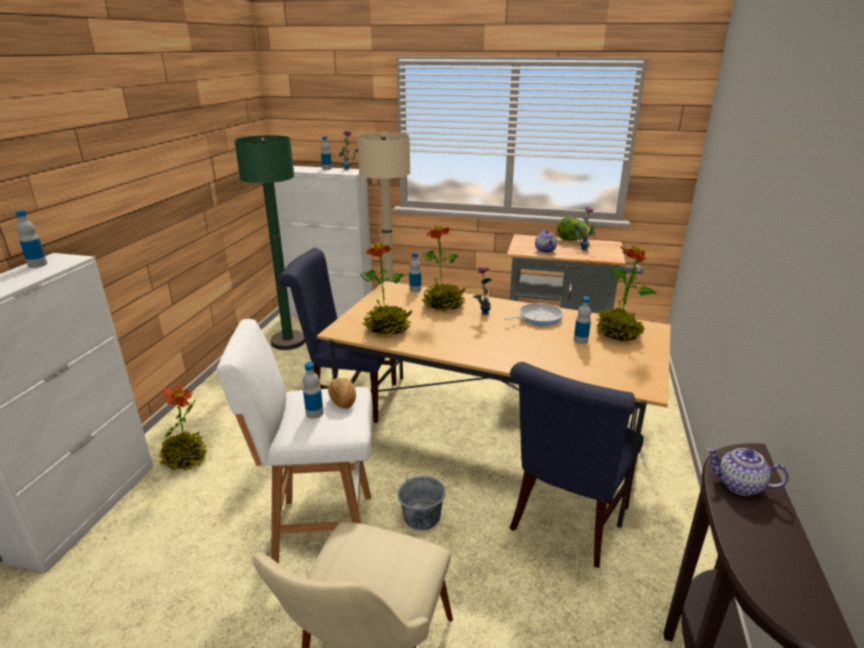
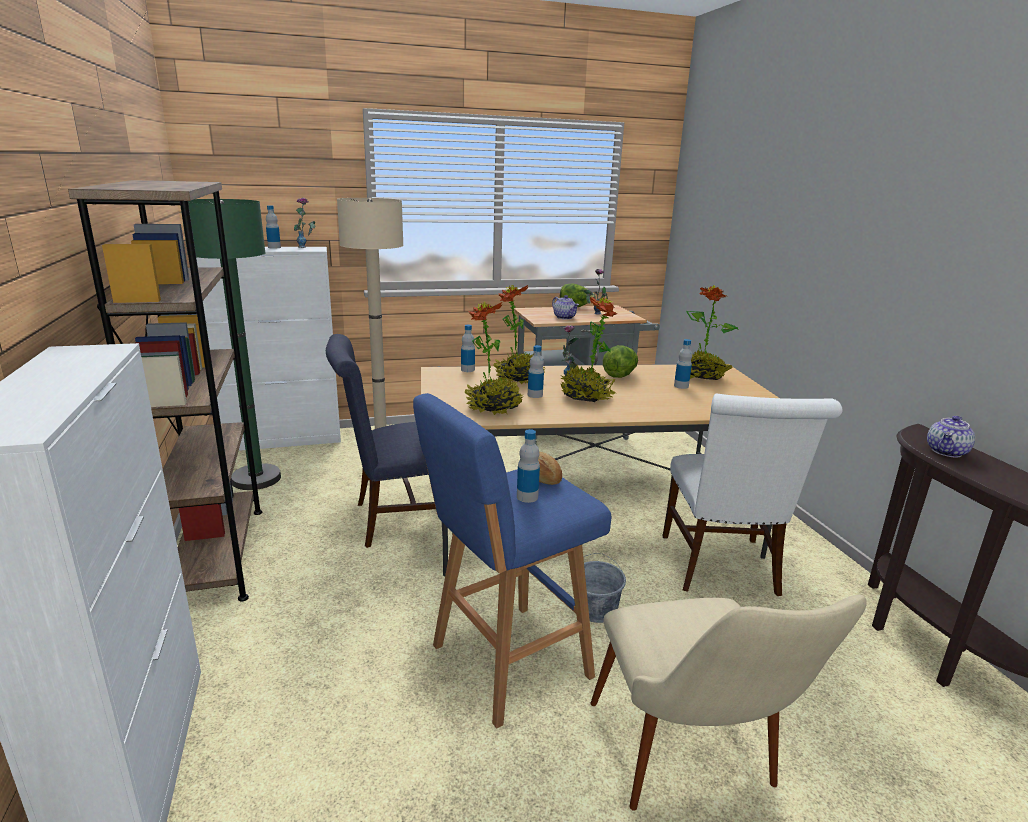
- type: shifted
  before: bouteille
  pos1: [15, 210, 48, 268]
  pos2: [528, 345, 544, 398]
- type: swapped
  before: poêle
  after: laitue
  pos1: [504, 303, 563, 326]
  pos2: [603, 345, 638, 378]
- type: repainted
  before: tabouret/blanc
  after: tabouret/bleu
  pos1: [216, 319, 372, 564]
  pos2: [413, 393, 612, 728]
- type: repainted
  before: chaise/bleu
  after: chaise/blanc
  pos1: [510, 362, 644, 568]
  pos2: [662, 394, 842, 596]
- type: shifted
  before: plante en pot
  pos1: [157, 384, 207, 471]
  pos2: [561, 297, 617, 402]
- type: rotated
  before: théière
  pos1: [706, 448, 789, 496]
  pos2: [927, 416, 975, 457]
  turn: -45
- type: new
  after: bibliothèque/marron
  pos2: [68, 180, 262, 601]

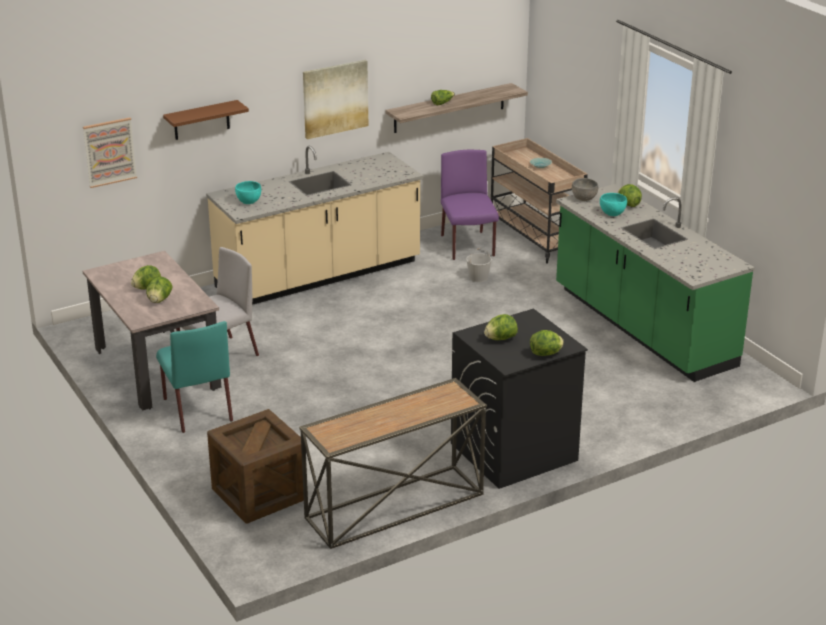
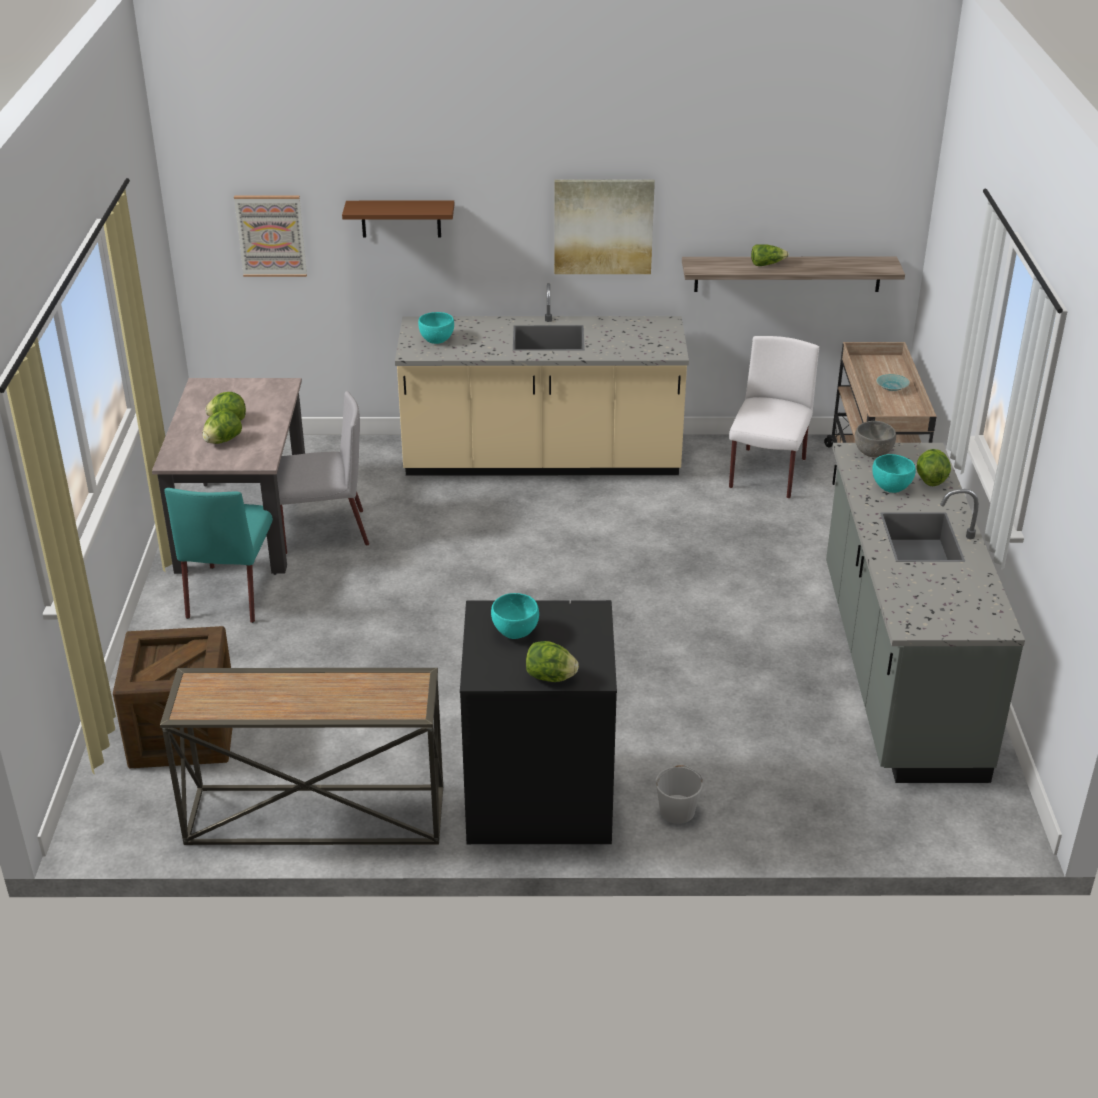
- type: repainted
  before: chaise/violet
  after: chaise/blanc
  pos1: [441, 150, 499, 260]
  pos2: [729, 336, 819, 499]
- type: repainted
  before: comptoir de cuisine/vert
  after: comptoir de cuisine/gris
  pos1: [556, 184, 755, 382]
  pos2: [826, 443, 1025, 783]
- type: shifted
  before: seau/blanc
  pos1: [466, 248, 492, 282]
  pos2: [655, 765, 703, 824]
- type: swapped
  before: laitue
  after: bol/turquoise
  pos1: [484, 314, 518, 340]
  pos2: [491, 593, 539, 639]

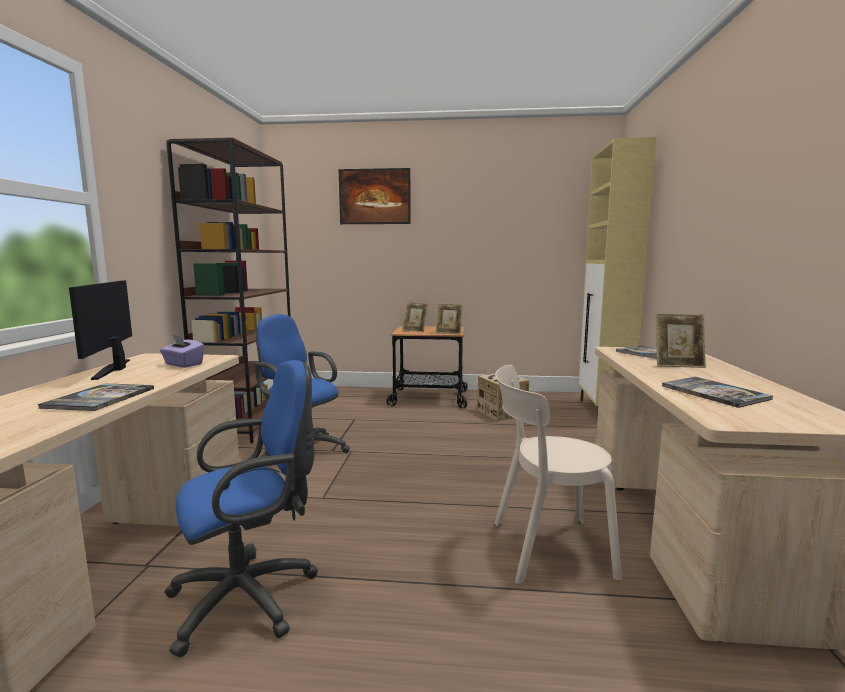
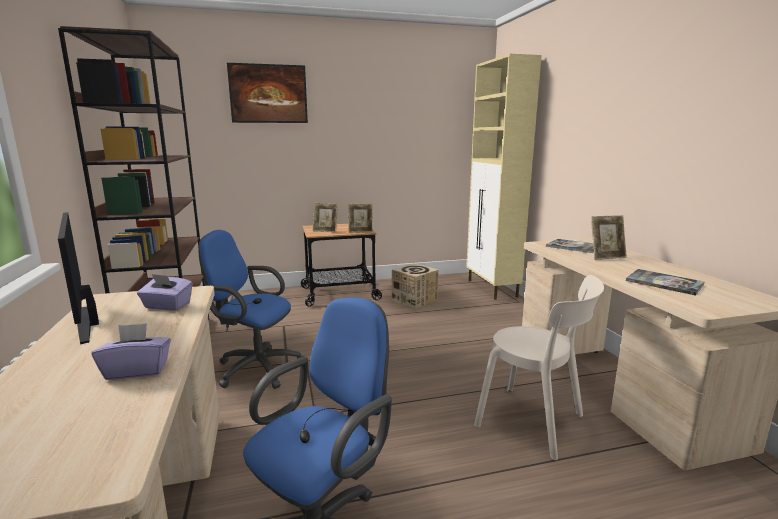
- type: rotated
  before: chaise/beige
  pos1: [495, 365, 622, 584]
  pos2: [474, 275, 604, 461]
  turn: -120
- type: swapped
  before: livre
  after: boîte à mouchoirs/violet
  pos1: [37, 383, 154, 411]
  pos2: [91, 323, 171, 380]

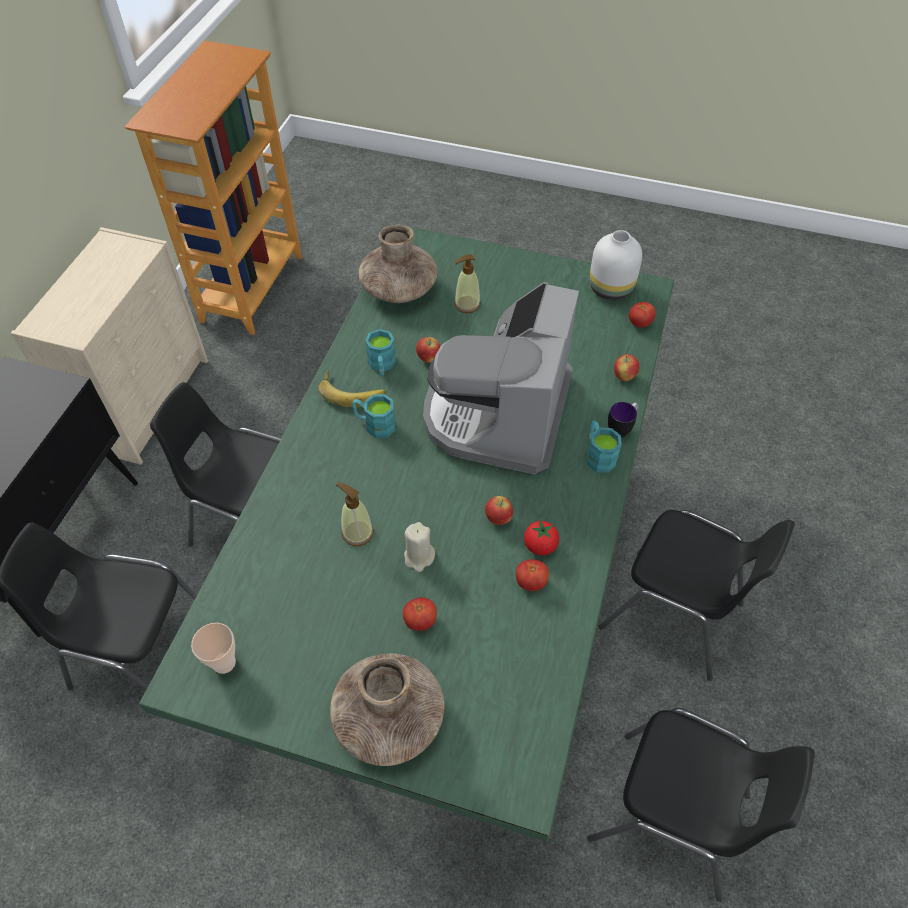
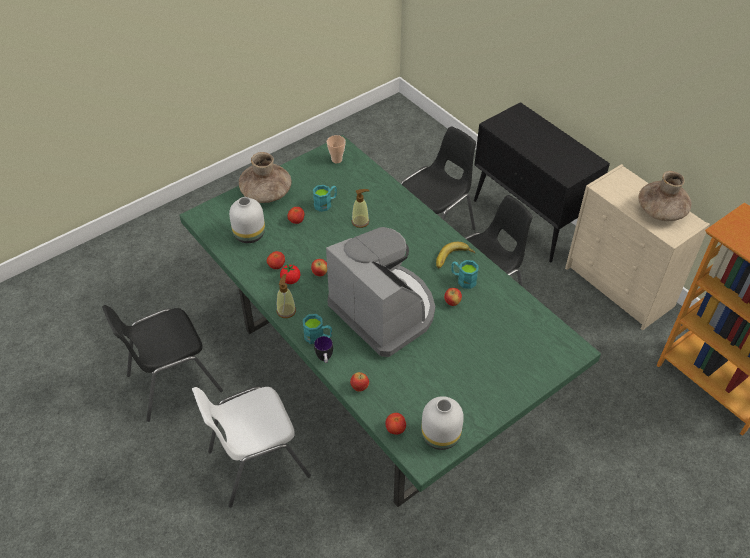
- type: shifted
  before: vase/marron
  pos1: [359, 225, 437, 303]
  pos2: [638, 171, 691, 221]
- type: shifted
  before: distributeur de savon
  pos1: [454, 254, 481, 313]
  pos2: [277, 274, 296, 318]
- type: shifted
  before: mug/turquoise
  pos1: [352, 394, 395, 438]
  pos2: [313, 185, 337, 212]
- type: repainted
  before: chaise/noir
  after: chaise/blanc
  pos1: [599, 510, 795, 681]
  pos2: [192, 386, 311, 507]
- type: gone
  before: bougie/beige
  pos1: [404, 522, 435, 572]
- type: new
  after: vase/blanc
  pos2: [229, 197, 265, 243]

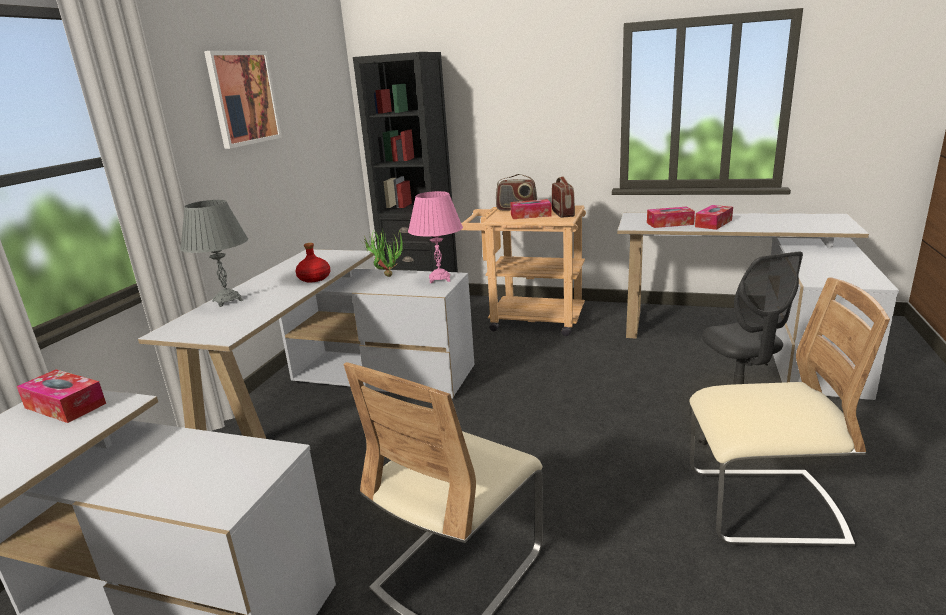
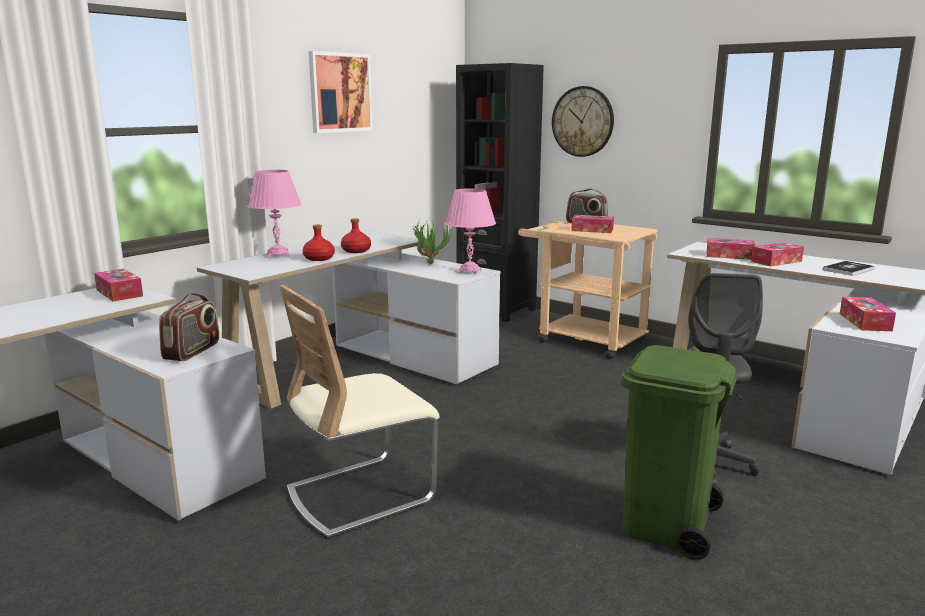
- type: shifted
  before: radio
  pos1: [552, 176, 575, 218]
  pos2: [159, 293, 219, 361]
- type: repainted
  before: lampe de table/gris
  after: lampe de table/rose
  pos1: [180, 200, 248, 307]
  pos2: [247, 170, 302, 258]
- type: swapped
  before: chaise/beige
  after: poubelle/vert
  pos1: [689, 277, 890, 547]
  pos2: [621, 345, 737, 560]
- type: new
  after: horloge murale
  pos2: [552, 86, 614, 157]
- type: new
  after: bouteille/rouge
  pos2: [303, 225, 335, 261]
- type: new
  after: livre
  pos2: [823, 261, 875, 276]
- type: new
  after: boîte à mouchoirs
  pos2: [840, 297, 896, 331]

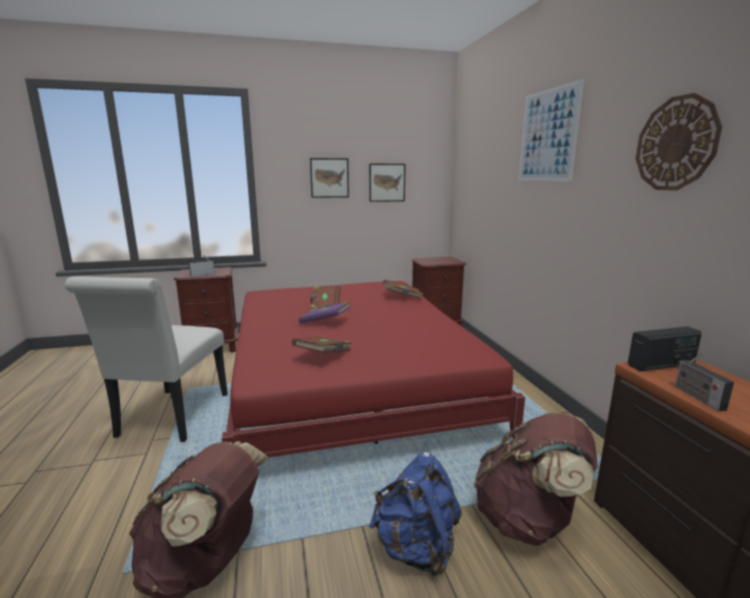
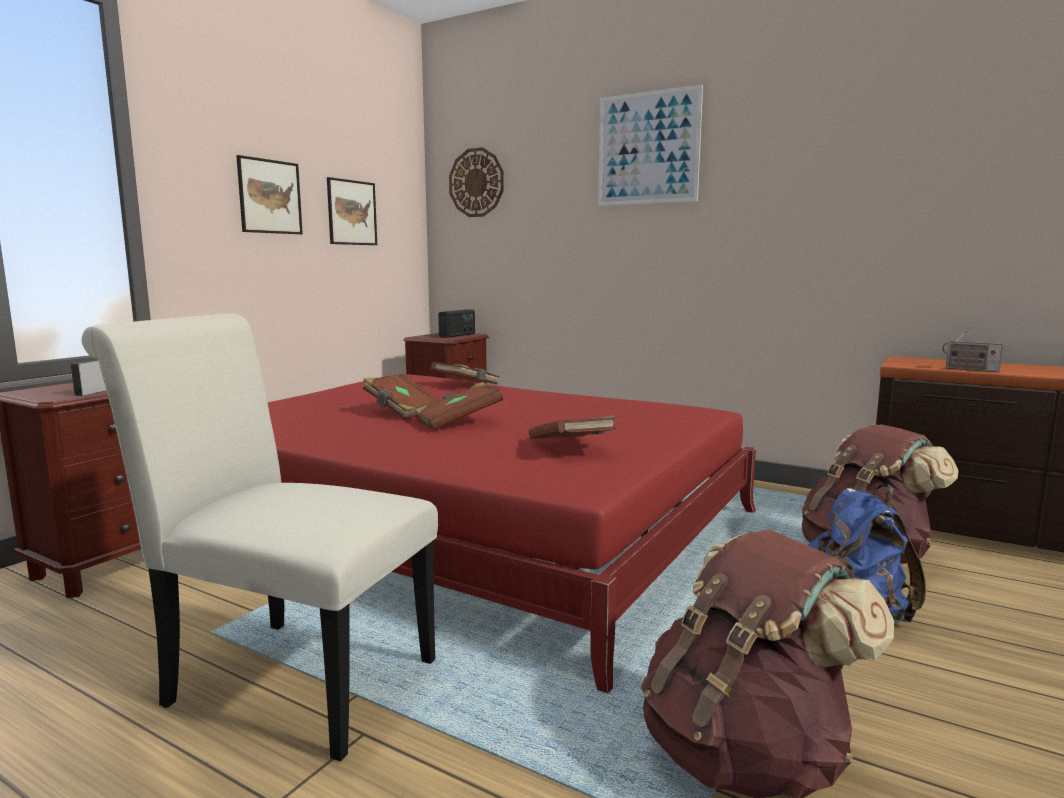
- type: shifted
  before: horloge murale
  pos1: [636, 93, 722, 191]
  pos2: [449, 147, 504, 217]
- type: rotated
  before: chaise/blanc
  pos1: [65, 276, 228, 442]
  pos2: [82, 313, 438, 761]
  turn: 150
- type: repainted
  before: livre/violet
  after: livre/marron
  pos1: [298, 301, 351, 323]
  pos2: [414, 382, 503, 430]
- type: shifted
  before: radio
  pos1: [628, 326, 702, 371]
  pos2: [438, 309, 475, 338]

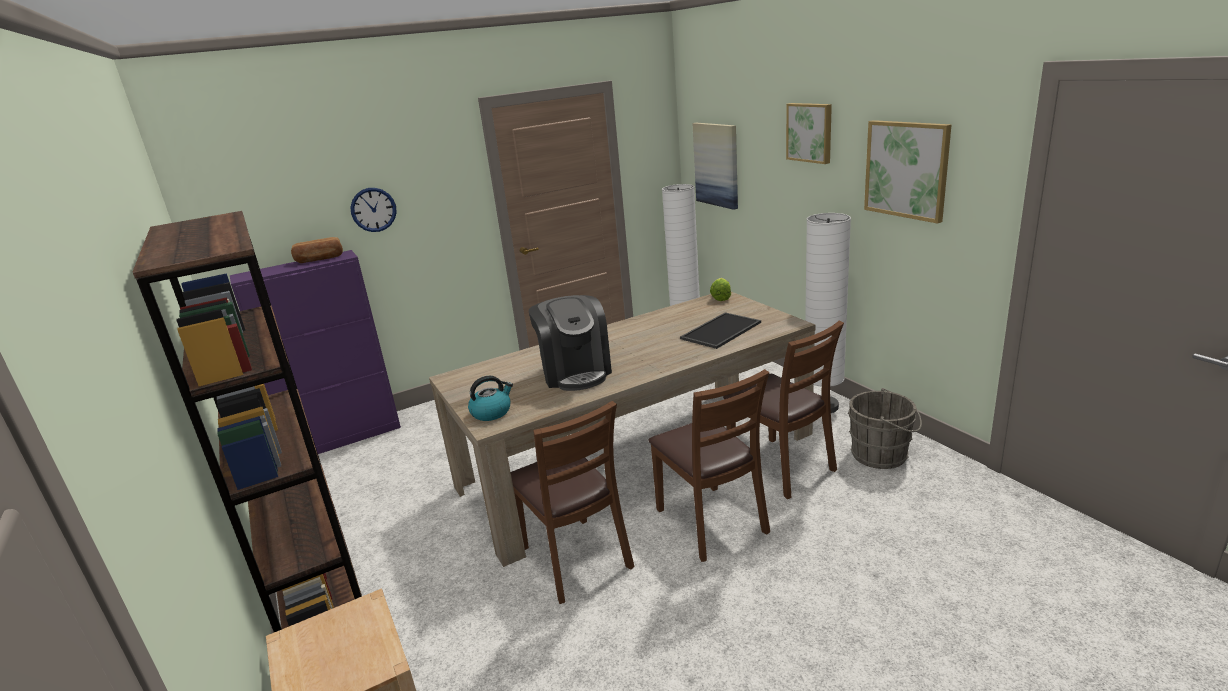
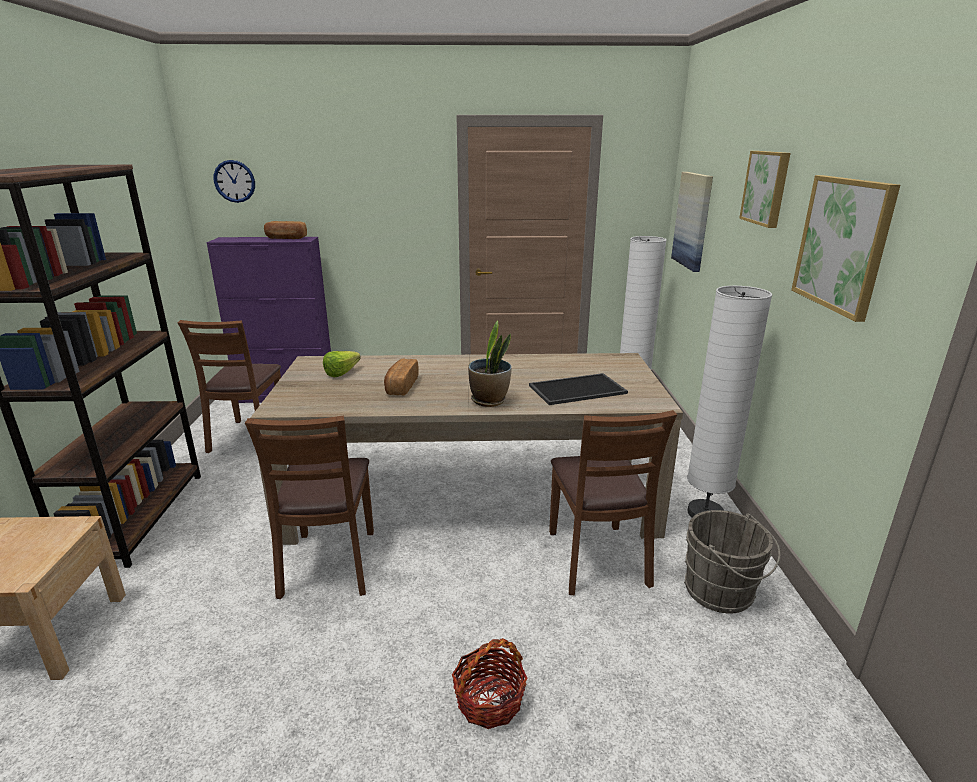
- type: shifted
  before: horloge murale
  pos1: [350, 188, 397, 232]
  pos2: [214, 160, 255, 203]
- type: shifted
  before: laitue
  pos1: [710, 278, 731, 301]
  pos2: [323, 351, 361, 377]
- type: swapped
  before: machine à café
  after: pain
  pos1: [529, 295, 612, 391]
  pos2: [384, 359, 419, 396]
- type: shifted
  before: chaise/marron
  pos1: [648, 369, 770, 562]
  pos2: [178, 320, 281, 453]
- type: gone
  before: bouilloire
  pos1: [468, 376, 513, 421]
- type: new
  after: plante en pot
  pos2: [468, 320, 512, 407]
- type: new
  after: panier
  pos2: [452, 638, 528, 729]

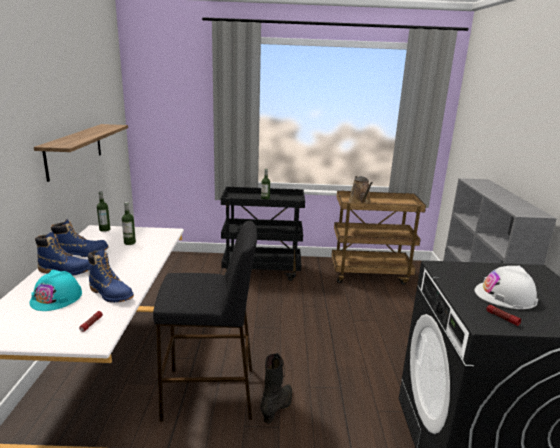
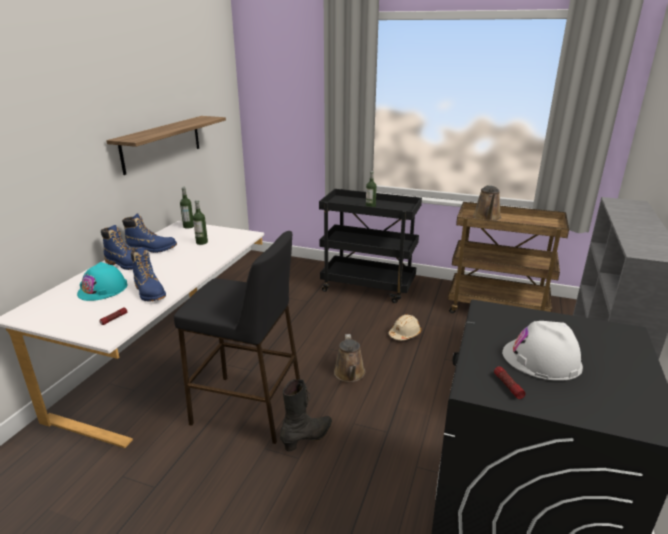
- type: new
  after: casque de chantier/beige
  pos2: [389, 314, 421, 340]
- type: new
  after: arrosoir/marron
  pos2: [334, 334, 365, 382]

